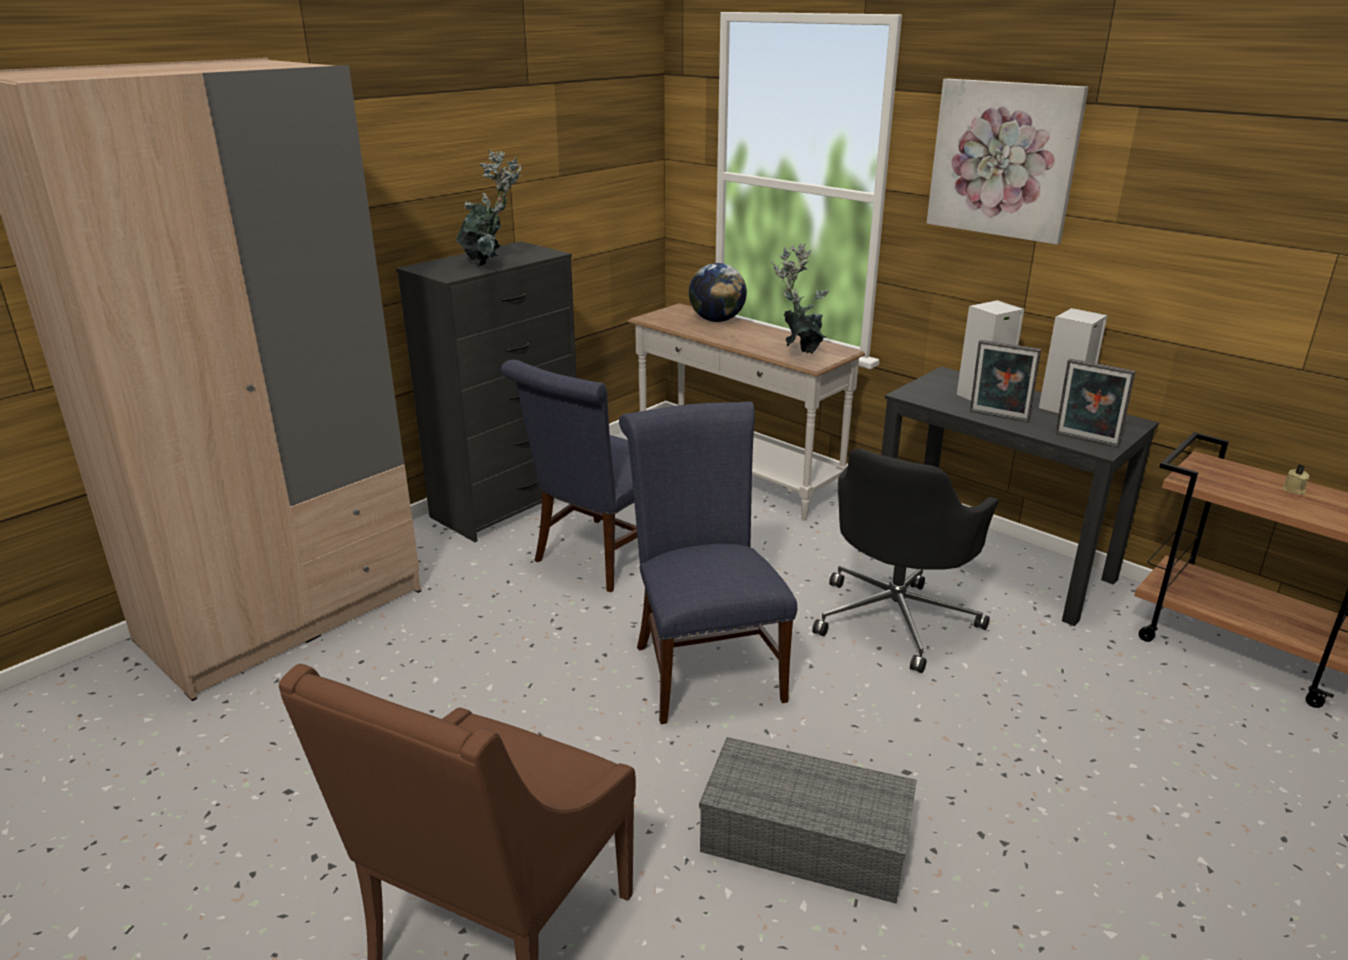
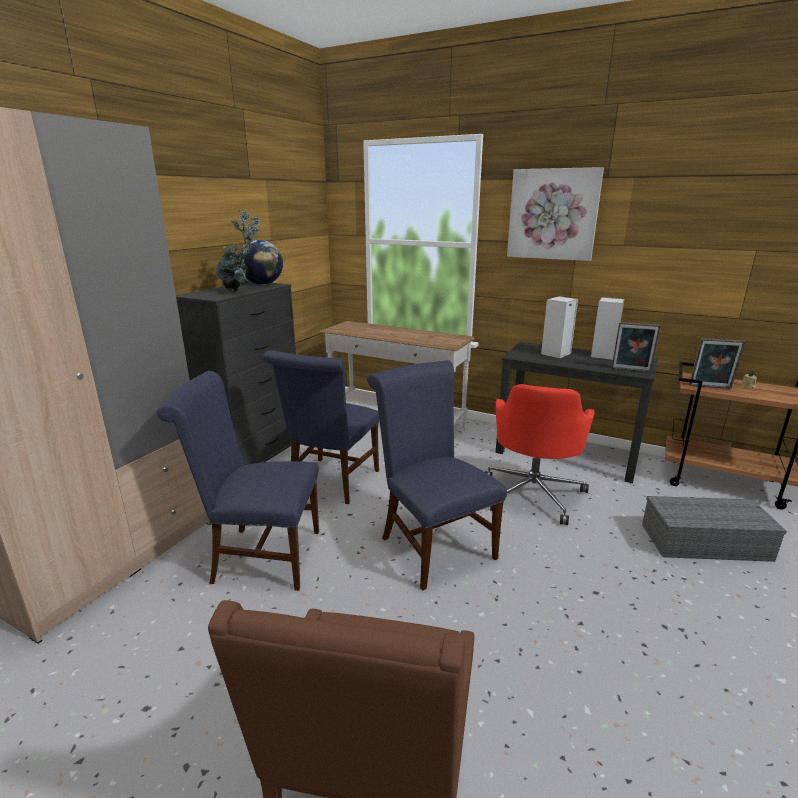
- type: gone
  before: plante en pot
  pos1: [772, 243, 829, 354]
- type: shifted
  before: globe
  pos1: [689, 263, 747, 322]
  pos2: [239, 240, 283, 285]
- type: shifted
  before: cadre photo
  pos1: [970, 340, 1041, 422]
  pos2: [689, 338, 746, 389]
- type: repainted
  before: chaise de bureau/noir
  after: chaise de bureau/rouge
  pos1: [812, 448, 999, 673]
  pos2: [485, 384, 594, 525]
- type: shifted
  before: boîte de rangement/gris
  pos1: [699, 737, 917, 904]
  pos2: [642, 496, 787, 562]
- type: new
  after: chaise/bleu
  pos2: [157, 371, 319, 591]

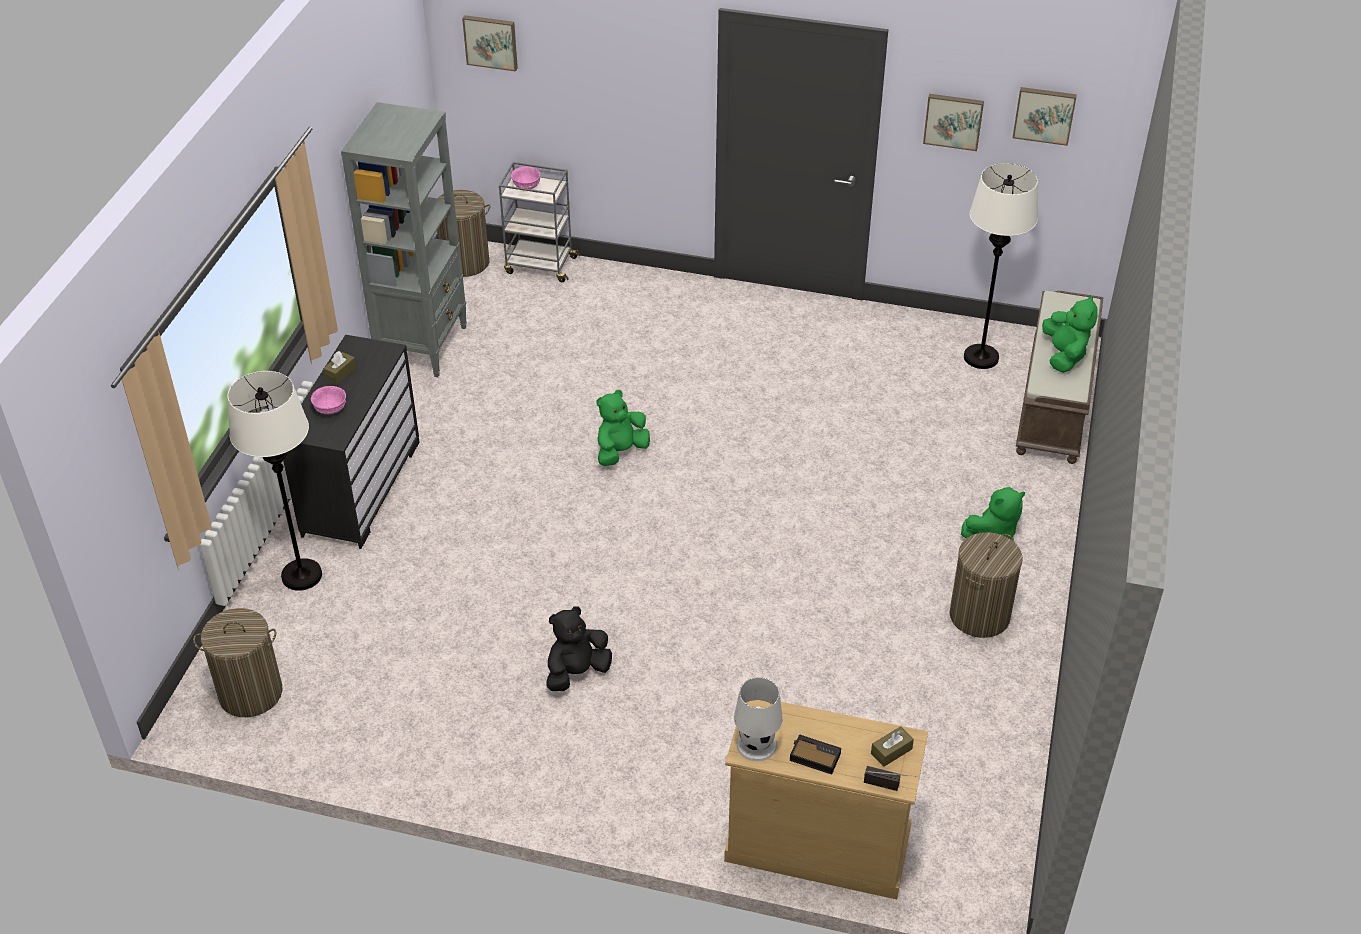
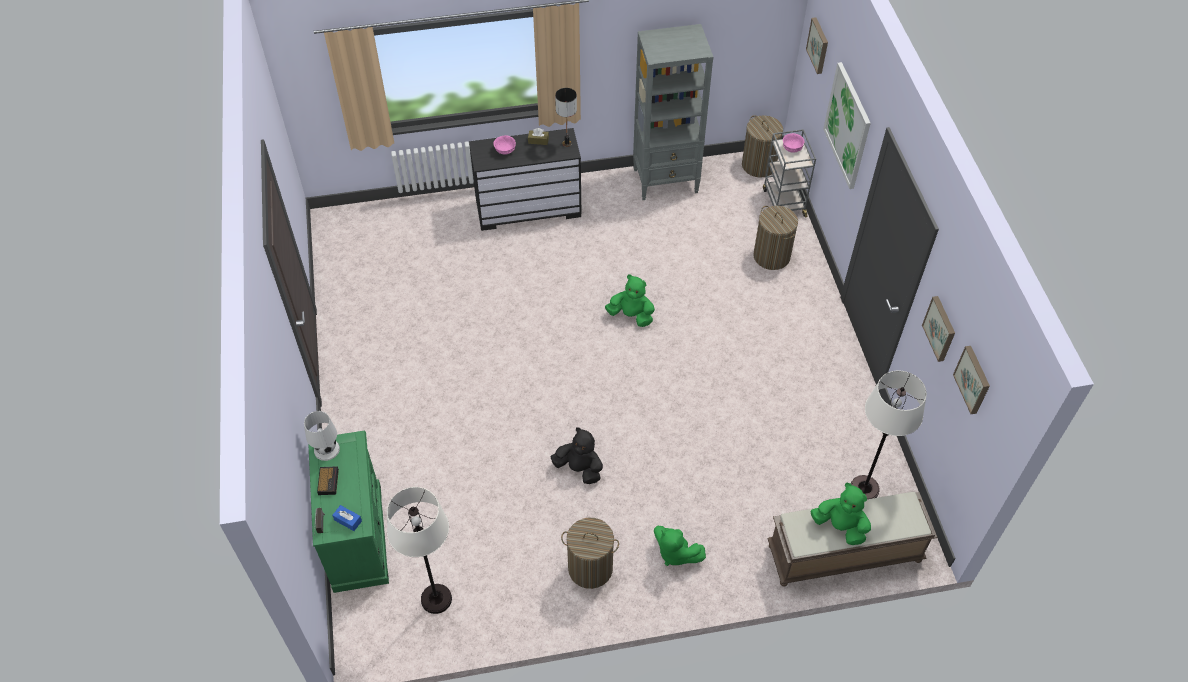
- type: rotated
  before: peluche/vert
  pos1: [1042, 295, 1098, 373]
  pos2: [810, 482, 871, 545]
  turn: -120
- type: shifted
  before: lampadaire/blanc
  pos1: [227, 371, 322, 591]
  pos2: [387, 487, 452, 614]
- type: shifted
  before: peluche/noir
  pos1: [547, 606, 612, 691]
  pos2: [551, 427, 603, 484]
- type: shifted
  before: panier à linge
  pos1: [193, 608, 283, 717]
  pos2: [753, 206, 798, 270]
- type: repainted
  before: commode/beige
  after: commode/vert
  pos1: [724, 700, 928, 900]
  pos2: [308, 431, 389, 593]
- type: repainted
  before: boîte à mouchoirs/marron
  after: boîte à mouchoirs/bleu
  pos1: [871, 726, 914, 767]
  pos2: [332, 505, 362, 531]
- type: new
  after: tableau
  pos2: [823, 62, 871, 189]
- type: new
  after: lampe de table
  pos2: [555, 88, 577, 147]

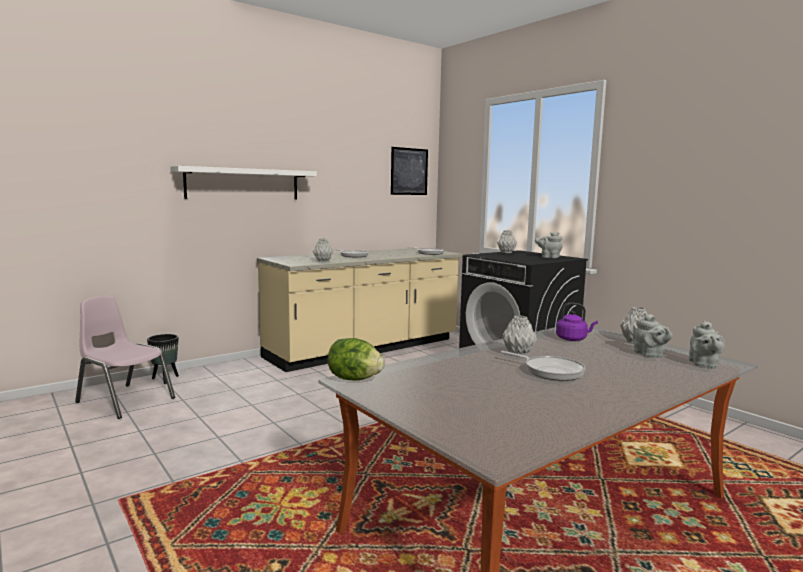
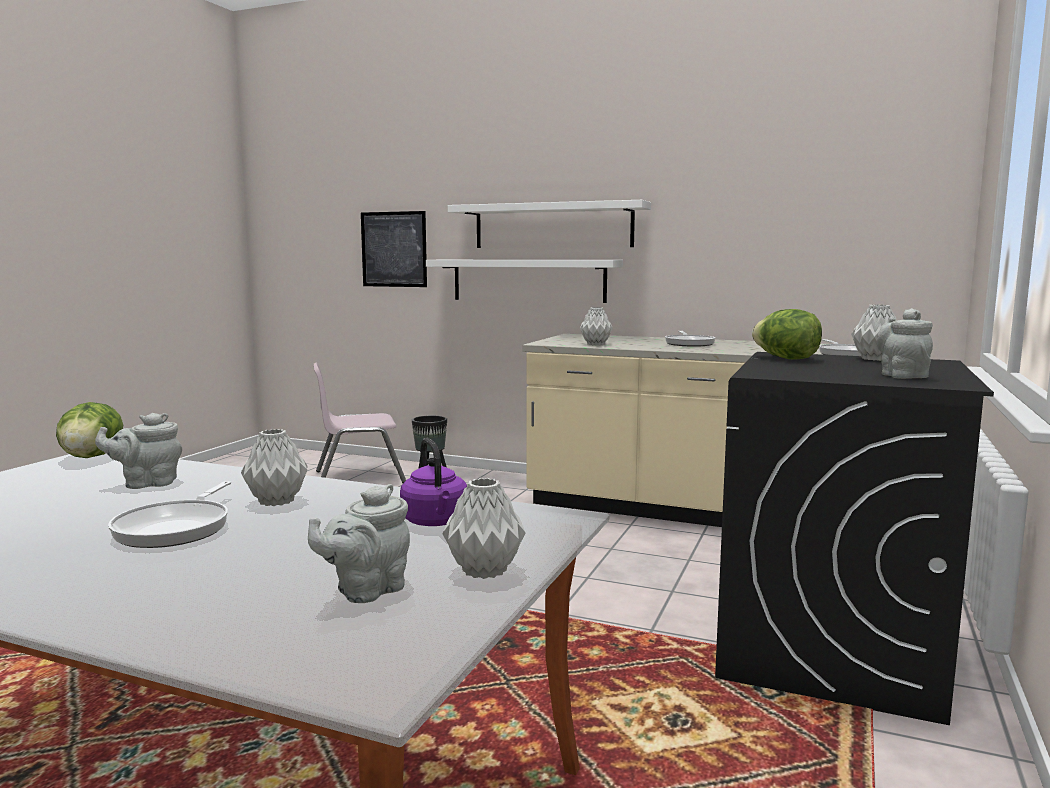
- type: shifted
  before: tableau
  pos1: [391, 147, 428, 195]
  pos2: [361, 211, 427, 287]
- type: rotated
  before: chaise/rose
  pos1: [75, 296, 175, 419]
  pos2: [314, 362, 406, 483]
  turn: -105
- type: shifted
  before: théière/gris
  pos1: [689, 321, 725, 369]
  pos2: [95, 413, 182, 489]
- type: new
  after: étagère/blanc
  pos2: [426, 260, 623, 303]
- type: new
  after: laitue
  pos2: [752, 309, 822, 360]

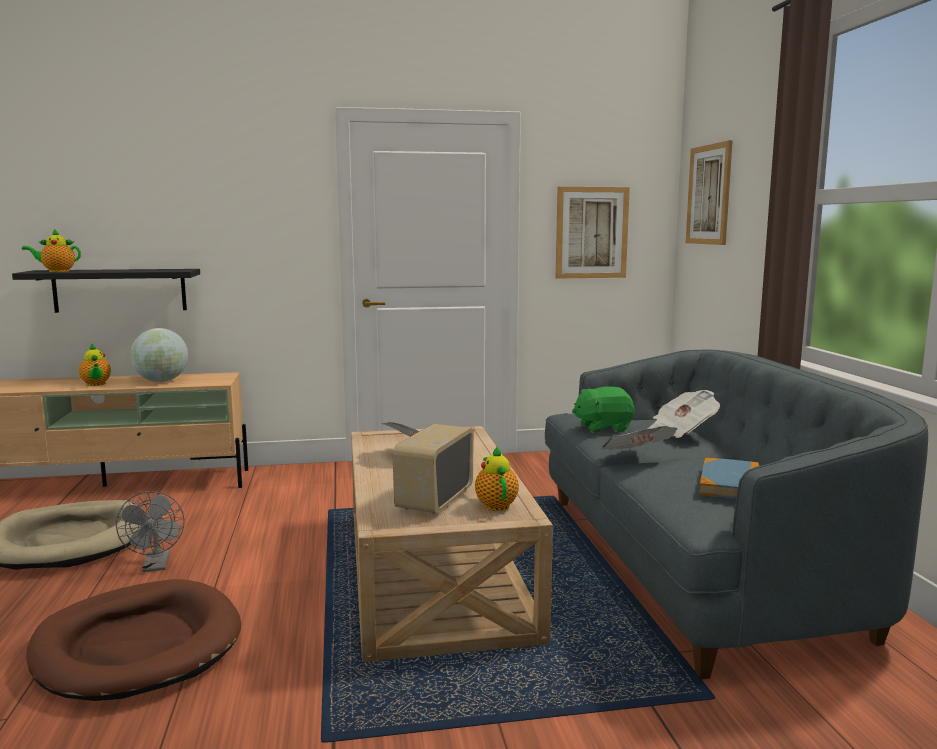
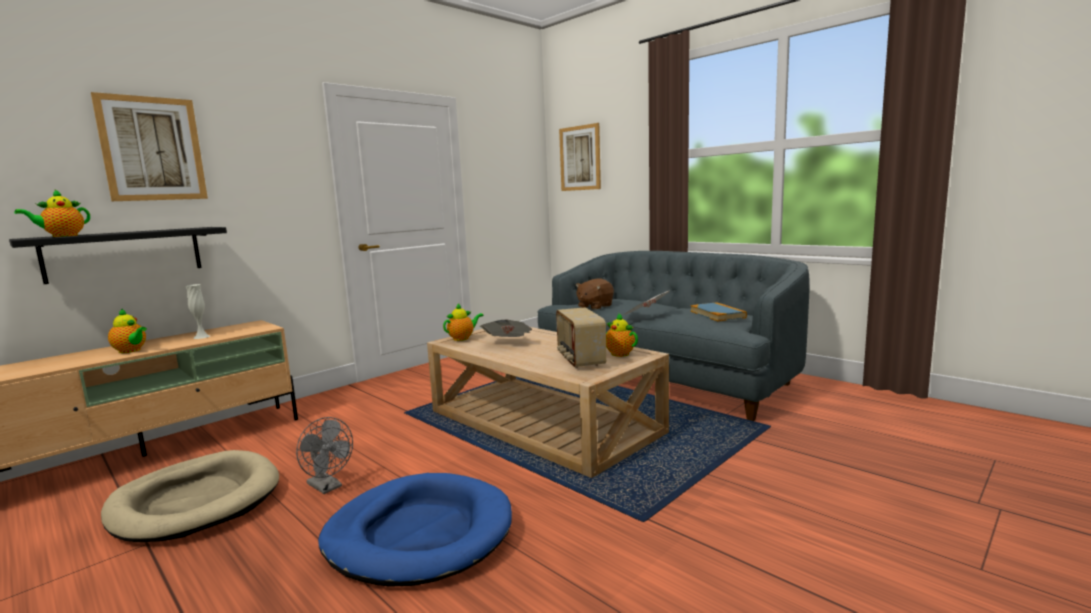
- type: shifted
  before: tableau
  pos1: [555, 187, 630, 279]
  pos2: [91, 92, 208, 201]
- type: swapped
  before: globe
  after: vase/blanc
  pos1: [130, 328, 188, 382]
  pos2: [185, 284, 210, 339]
- type: repainted
  before: peluche/vert
  after: peluche/marron
  pos1: [572, 387, 635, 433]
  pos2: [576, 278, 614, 310]
- type: gone
  before: journal
  pos1: [647, 390, 720, 438]
- type: repainted
  before: panier pour chien/marron
  after: panier pour chien/bleu
  pos1: [27, 579, 241, 701]
  pos2: [318, 473, 512, 587]
- type: new
  after: théière
  pos2: [443, 304, 484, 341]

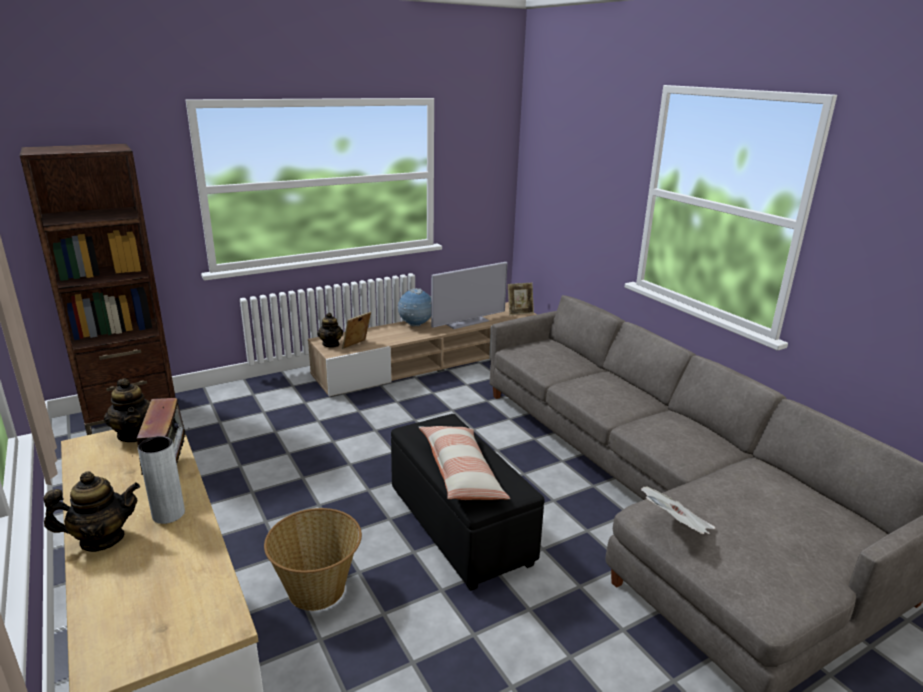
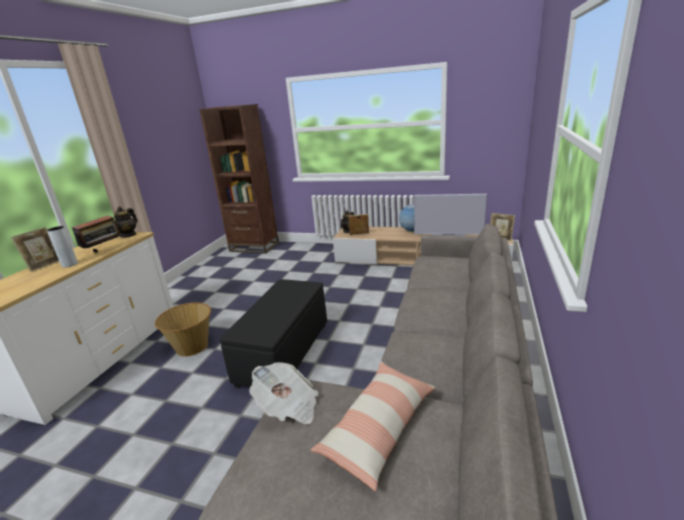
- type: shifted
  before: coussin
  pos1: [419, 426, 510, 500]
  pos2: [310, 361, 436, 491]
- type: swapped
  before: théière
  after: cadre photo
  pos1: [43, 471, 140, 552]
  pos2: [11, 227, 59, 272]

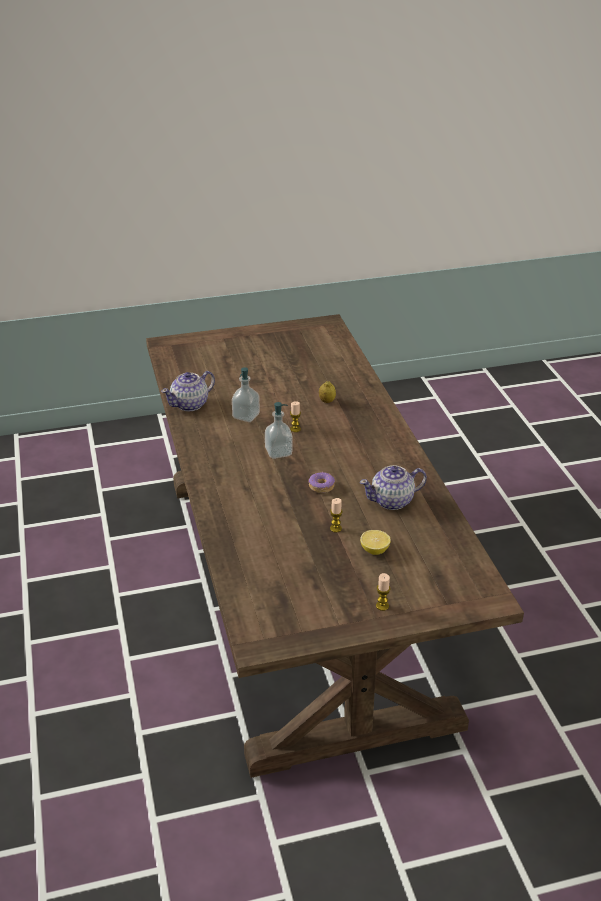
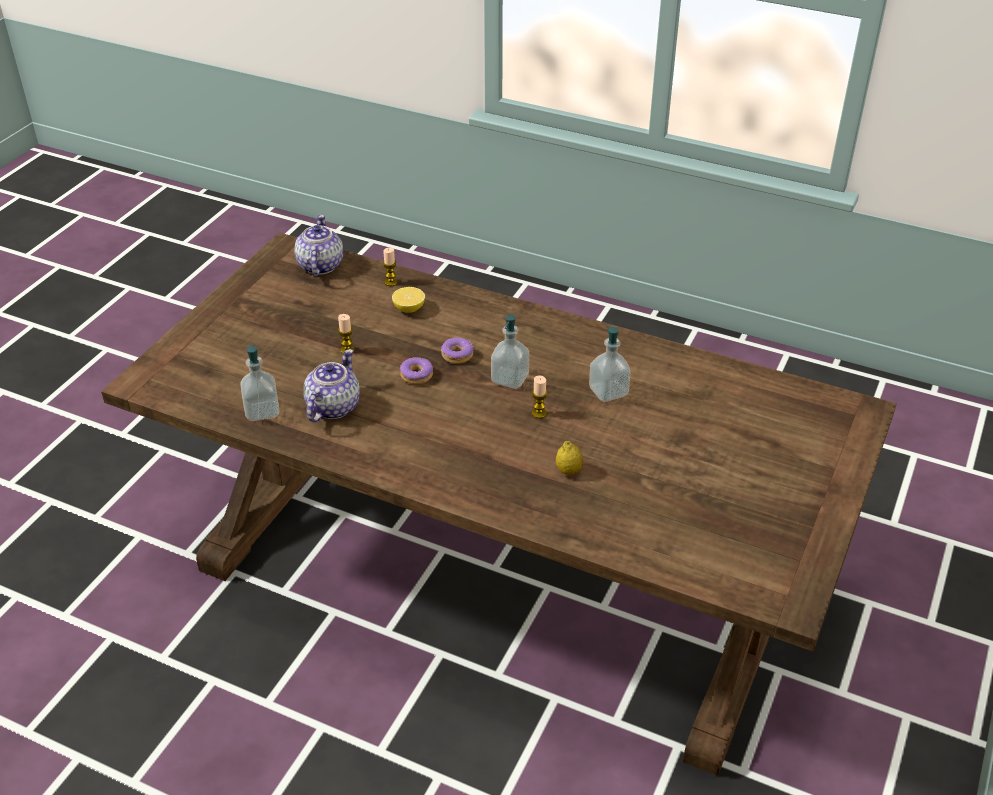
- type: shifted
  before: théière
  pos1: [161, 371, 215, 411]
  pos2: [294, 215, 343, 276]
- type: shifted
  before: citron
  pos1: [360, 530, 391, 555]
  pos2: [392, 287, 425, 313]
- type: shifted
  before: bougie
  pos1: [376, 573, 390, 611]
  pos2: [383, 247, 398, 286]
- type: new
  after: beignet
  pos2: [441, 337, 473, 364]
- type: new
  after: distributeur de savon
  pos2: [240, 344, 280, 421]

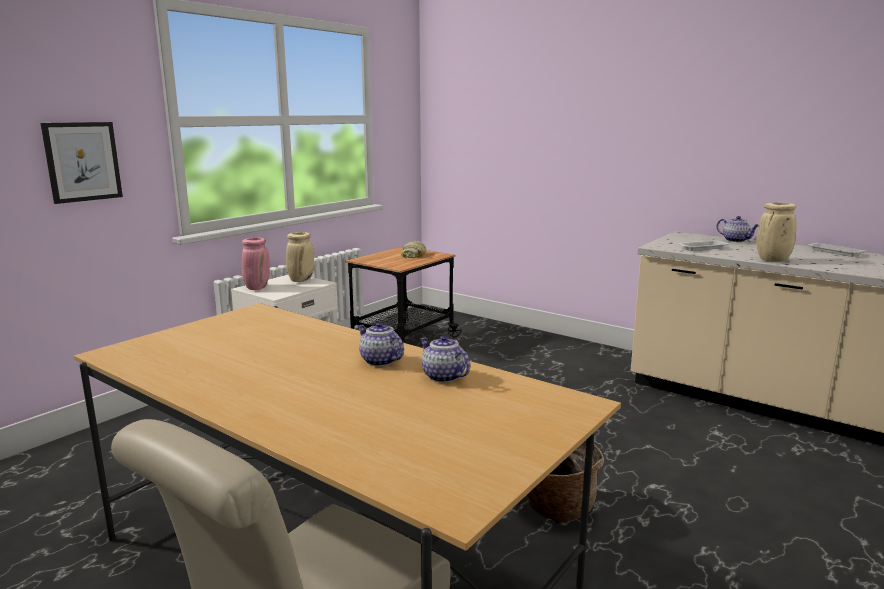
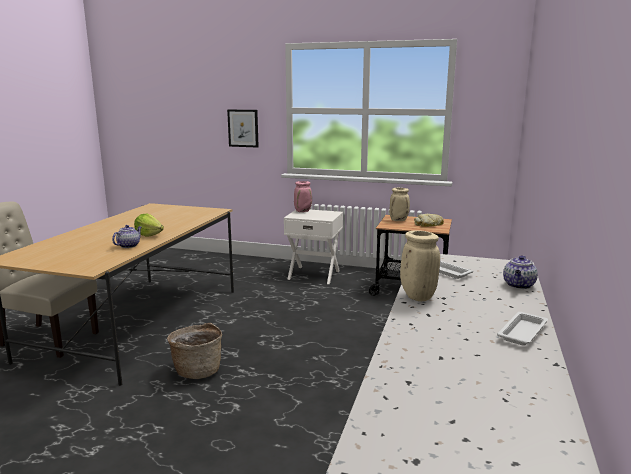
- type: shifted
  before: vase/beige
  pos1: [286, 232, 314, 282]
  pos2: [389, 188, 410, 221]
- type: swapped
  before: théière
  after: laitue
  pos1: [358, 322, 404, 366]
  pos2: [134, 214, 164, 237]

